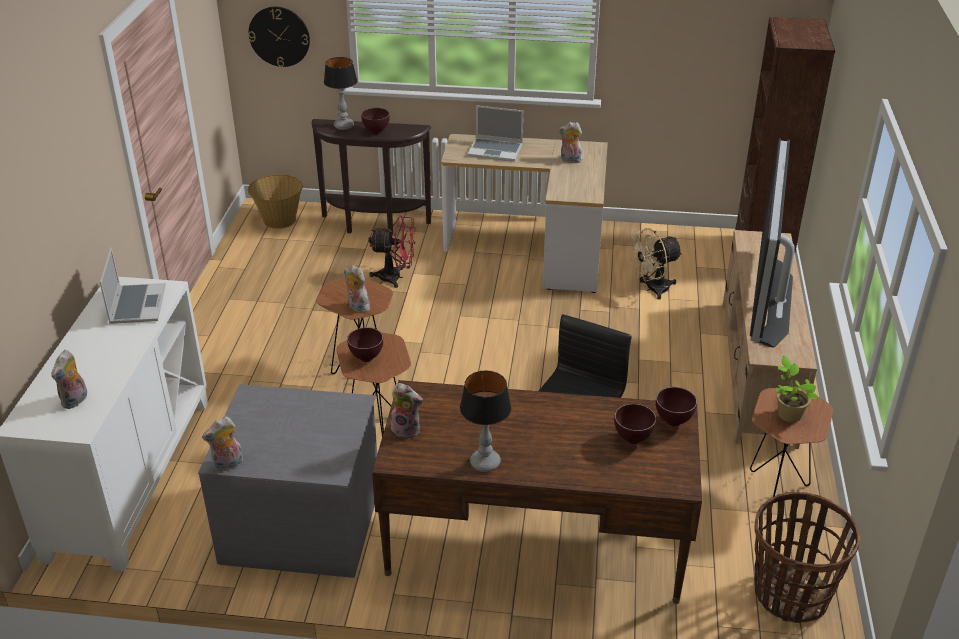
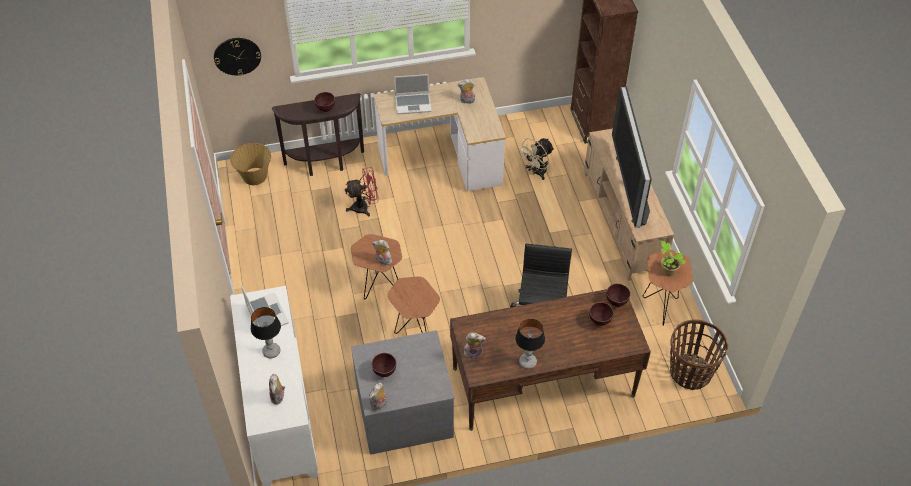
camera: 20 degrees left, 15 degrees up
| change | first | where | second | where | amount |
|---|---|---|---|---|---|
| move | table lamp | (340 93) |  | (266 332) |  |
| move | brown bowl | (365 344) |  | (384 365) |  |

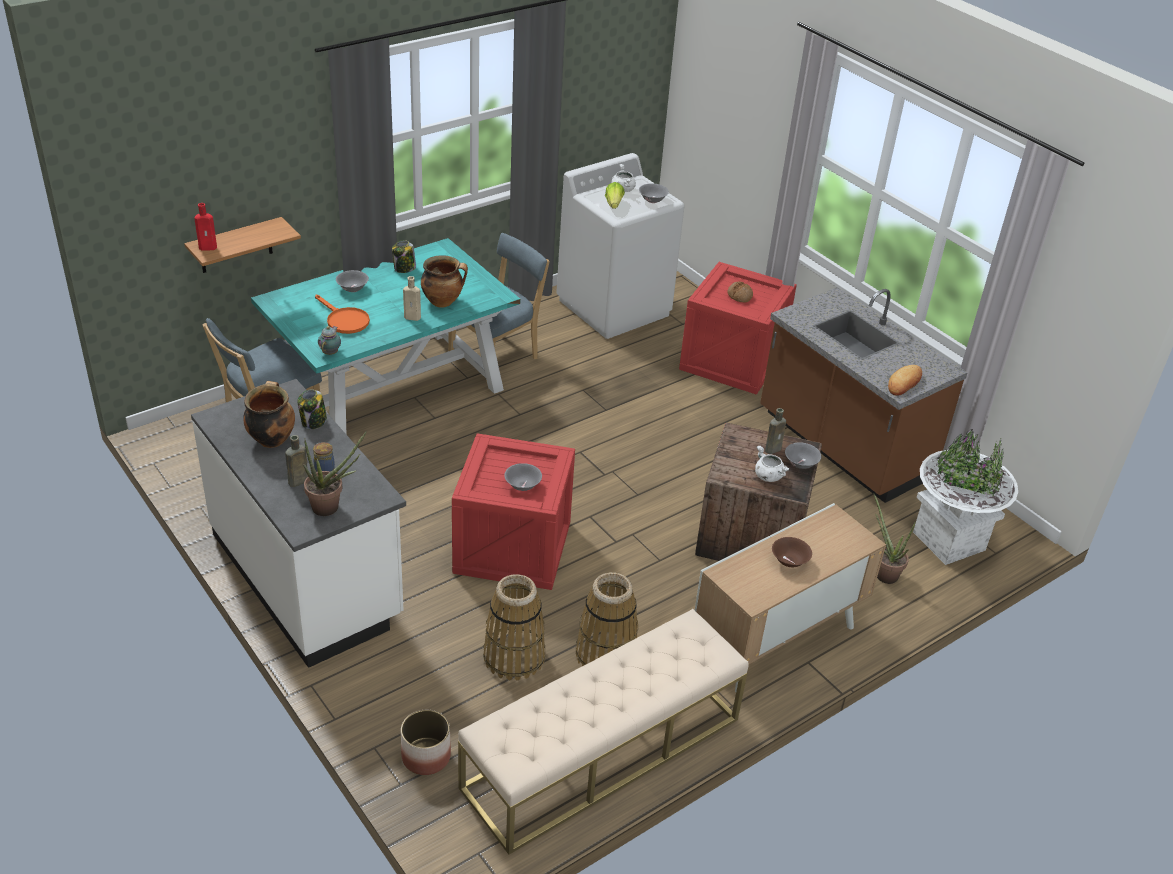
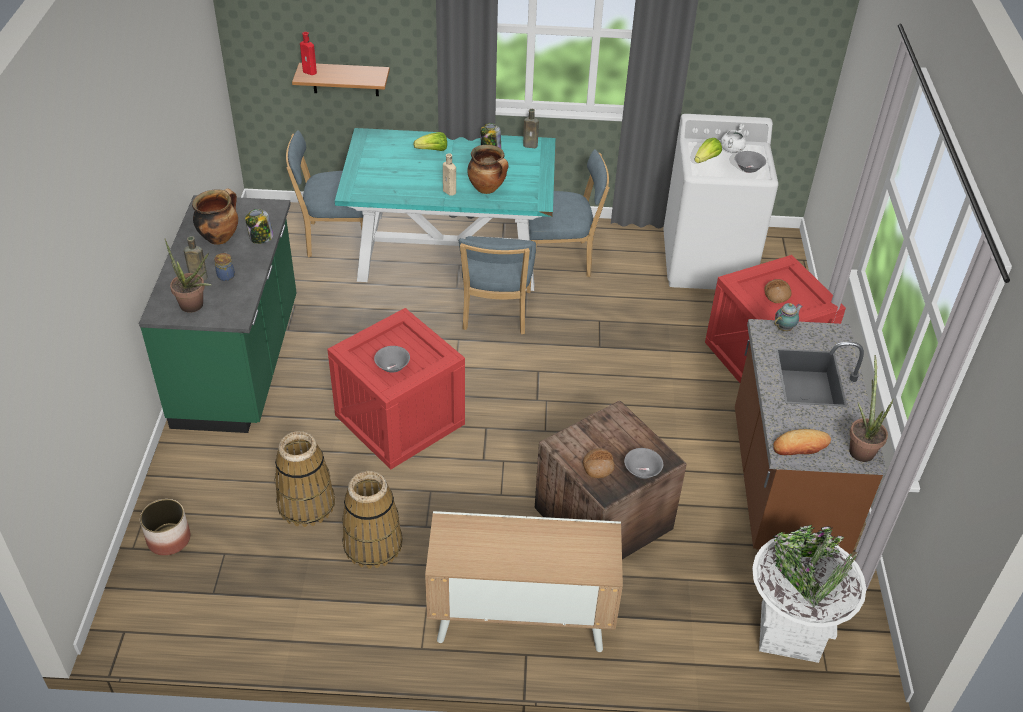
camera: 40 degrees right, 5 degrees up
| change | first | where | second | where | amount |
|---|---|---|---|---|---|
| delete | orange frying pan | (342 314) |  |  |  |
| delete | beige bench | (603 731) |  |  |  |
| delete | brown bowl | (792 552) |  |  |  |
| insert |  |  | blue chair | (497 285) |  |
| move | teapot | (329 340) |  | (788 317) |  |
| move | brown bottle | (775 431) |  | (531 128) |  |
| move | potted plant | (895 539) |  | (871 408) |  |
| replace | grey bowl | (352 281) | lettuce | (430 141) |  |
| replace | white cooking pot | (772 464) | bread | (598 463) |  |
| recolor | white counter | (298 523) | green counter | (218 314) |  |

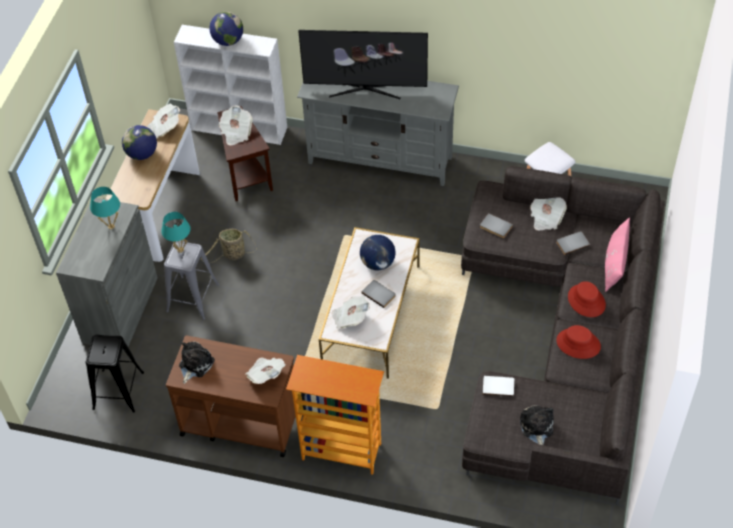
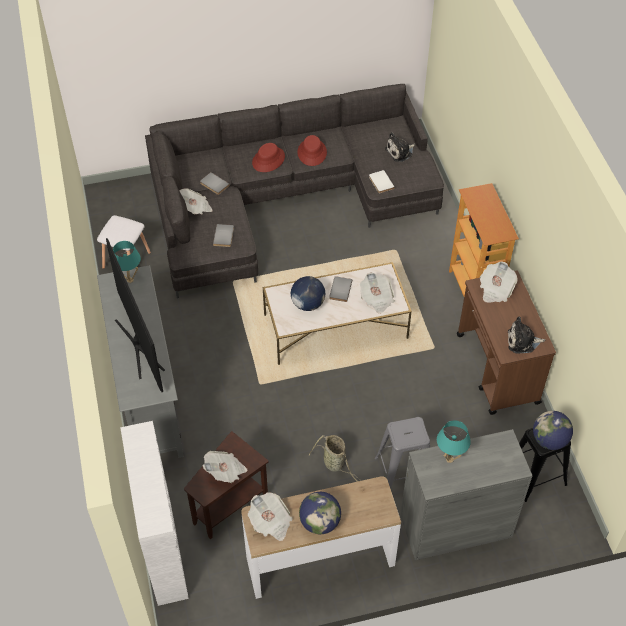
camera: 120 degrees left, 0 degrees up
| change | first | where | second | where | amount |
|---|---|---|---|---|---|
| delete | pink pillow | (617 254) |  |  |  |
| move | turquoise table lamp | (176 232) |  | (127 262) |  |
| move | globe | (226 29) |  | (553 430) |  |

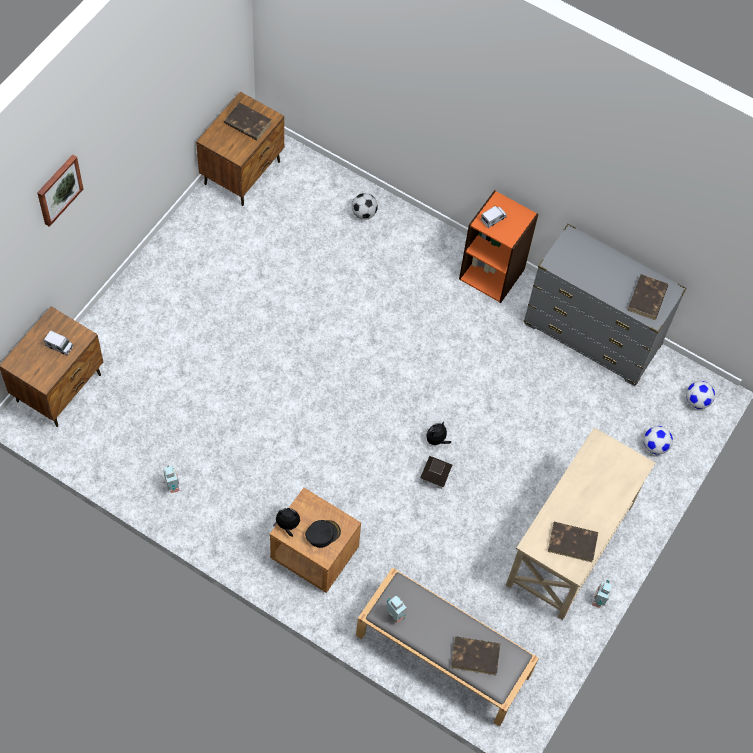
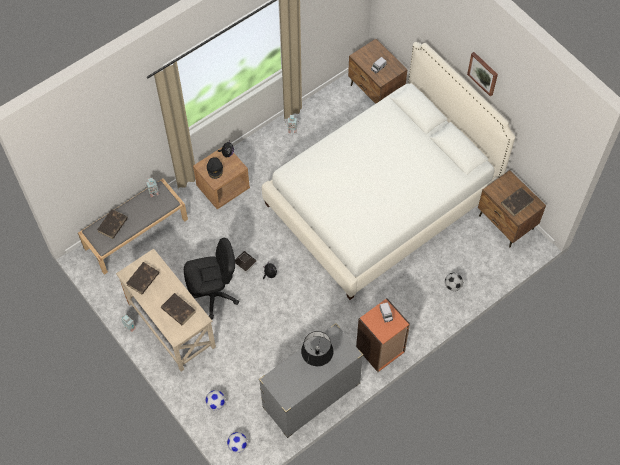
camera: 115 degrees right, 0 degrees up
| change | first | where | second | where | amount |
|---|---|---|---|---|---|
| insert |  |  | black office chair | (211 278) |  |
| insert |  |  | white bed | (388 171) |  |
| insert |  |  | black table lamp | (317 348) |  |
| move | picture | (60 190) |  | (482 74) |  |
| move | brown book | (647 297) |  | (178 309) |  |

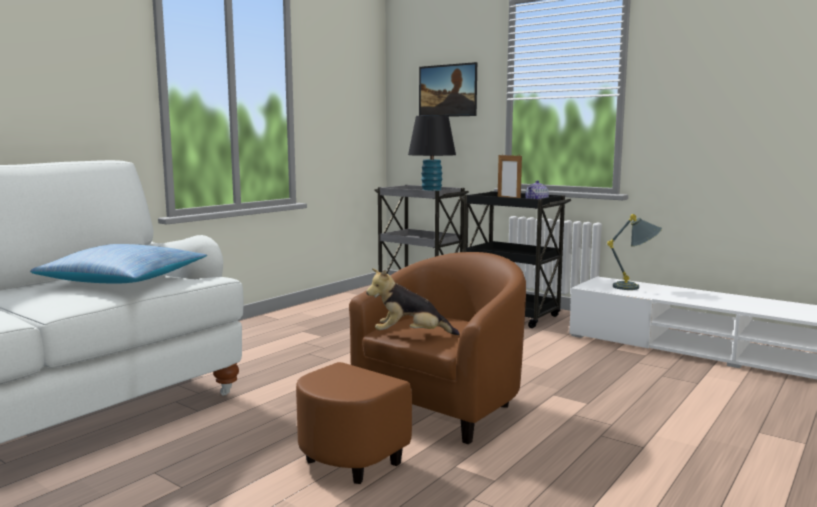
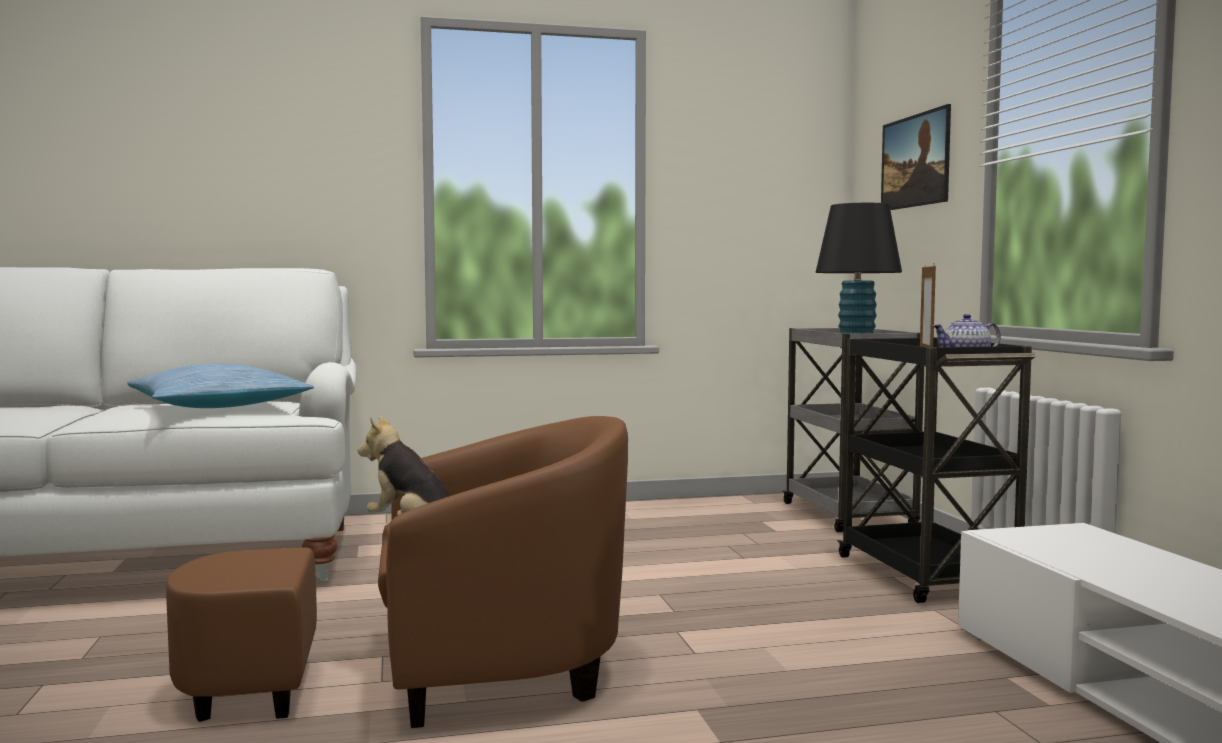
camera: 40 degrees right, 5 degrees down
| change | first | where | second | where | amount |
|---|---|---|---|---|---|
| delete | grey table lamp | (634 252) |  |  |  |

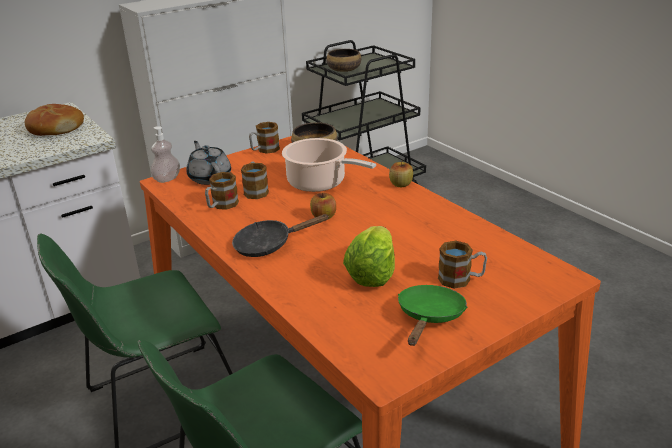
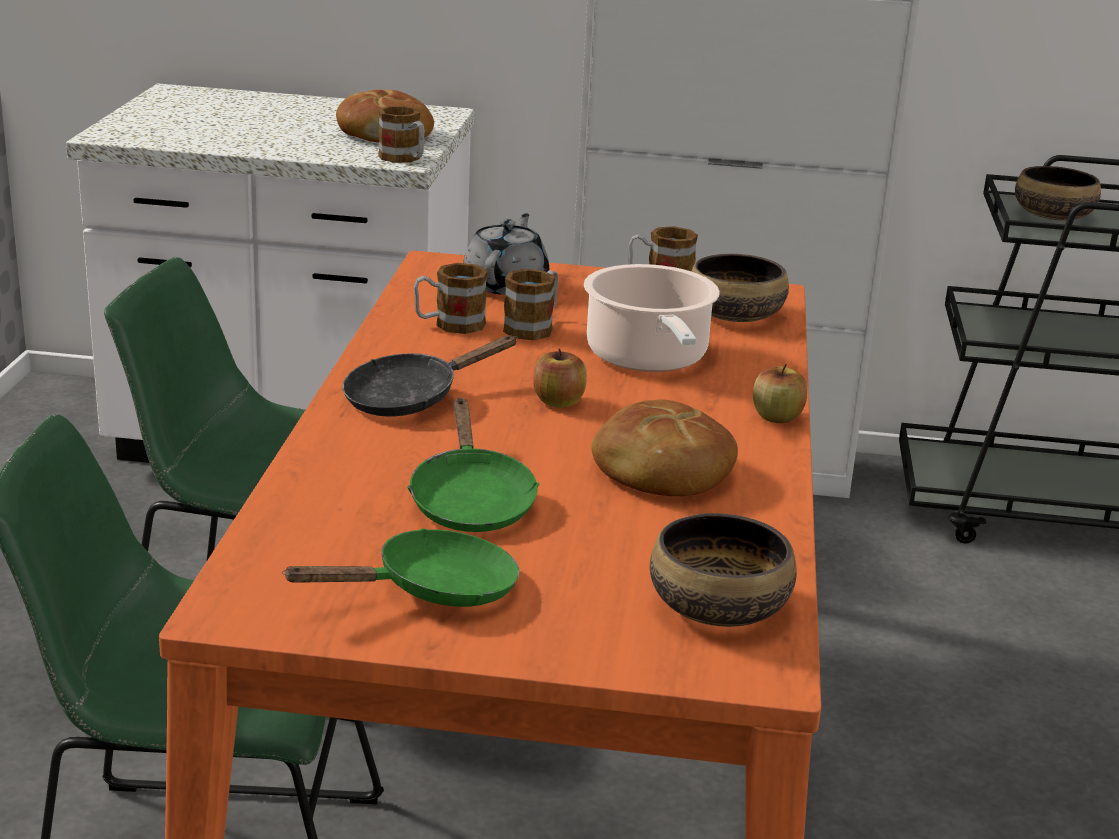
camera: 40 degrees right, 5 degrees down
| change | first | where | second | where | amount |
|---|---|---|---|---|---|
| delete | soap dispenser | (165 154) |  |  |  |
| insert |  |  | bread | (664 447) |  |
| insert |  |  | bowl | (723 570) |  |
| move | mug | (462 265) |  | (401 134) |  |
| replace | lettuce | (369 256) | green frying pan | (473 465) |  |
| rotate | black frying pan | (281 235) |  | (430 376) | 60 degrees counterclockwise |

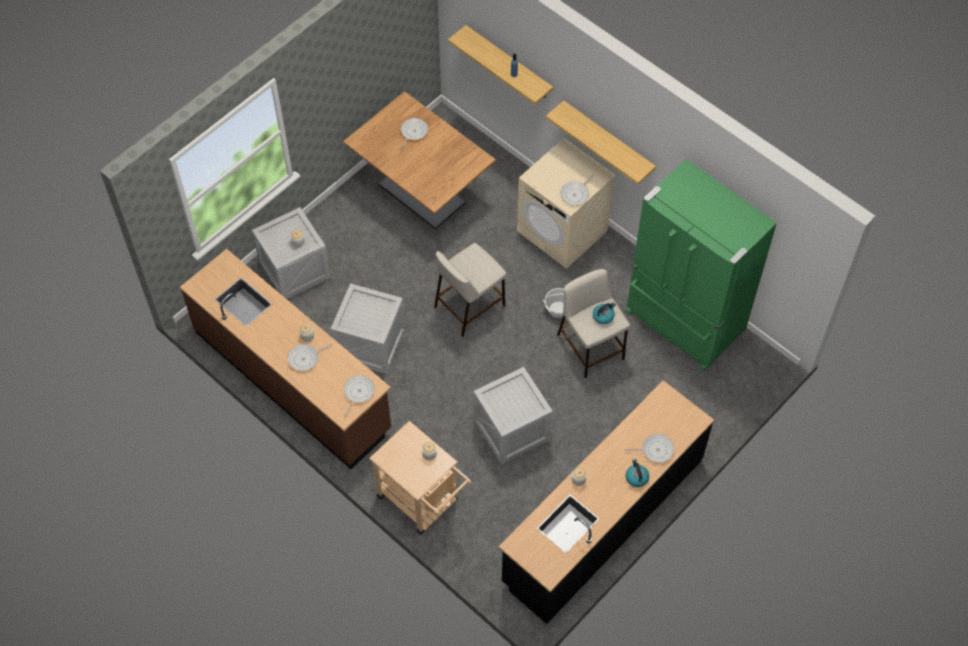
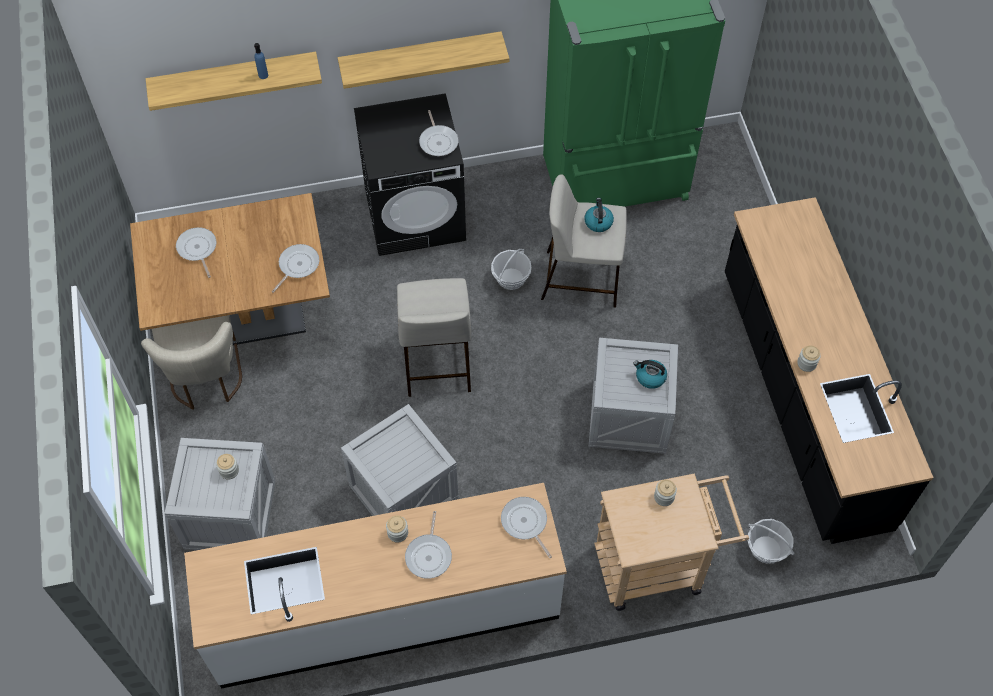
camera: 55 degrees left, 0 degrees up
| change | first | where | second | where | amount |
|---|---|---|---|---|---|
| insert |  |  | beige chair | (191 362) |  |
| insert |  |  | basket | (771 541) |  |
| move | frying pan | (649 448) |  | (295 268) |  |
| move | kettle | (637 473) |  | (650 374) |  |
| recolor | brown counter | (285 359) | white counter | (375 585) |  |
| recolor | beige washing machine | (566 203) | black washing machine | (410 174) |  |

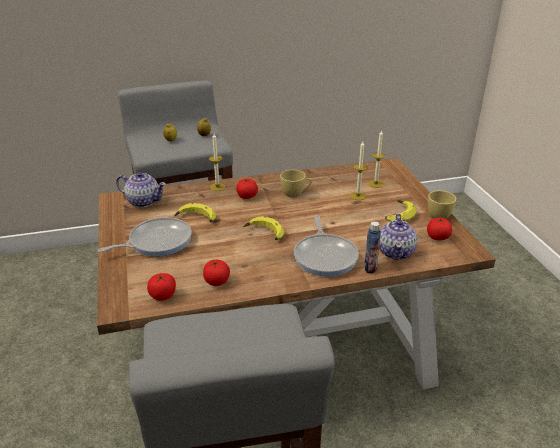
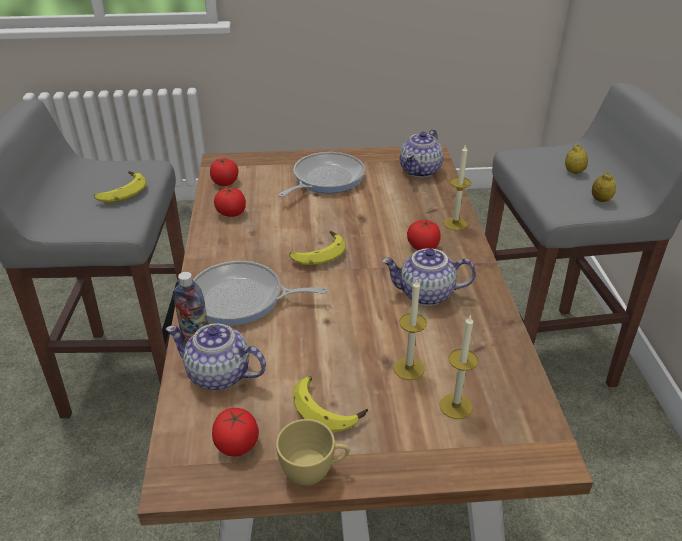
camera: 100 degrees right, 5 degrees up
| change | first | where | second | where | amount |
|---|---|---|---|---|---|
| move | banana | (195 212) |  | (120 187) |  |
| replace | yellow cup | (296 184) | teapot | (429 277) |  |
| rotate | frying pan | (145 237) |  | (321 174) | 120 degrees counterclockwise |

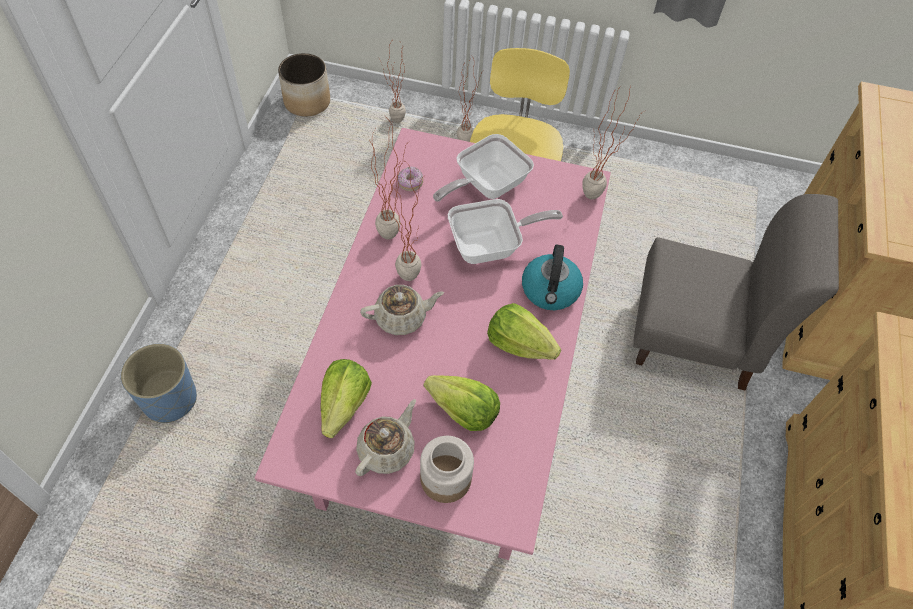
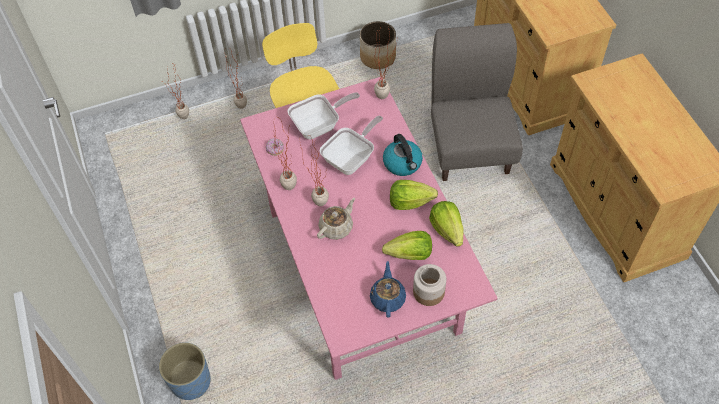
camera: 30 degrees left, 0 degrees up
| change | first | where | second | where | amount |
|---|---|---|---|---|---|
| move | planter | (304 84) |  | (378 45) |  |
| move | lettuce | (346 398) |  | (446 224) |  |
| recolor | beige teapot | (385 437) | blue teapot | (388 289) |  |
| rotate | frying pan | (483 168) |  | (324 115) | 135 degrees counterclockwise |
| rotate | grey chair | (736 292) |  | (477 102) | 75 degrees counterclockwise |

